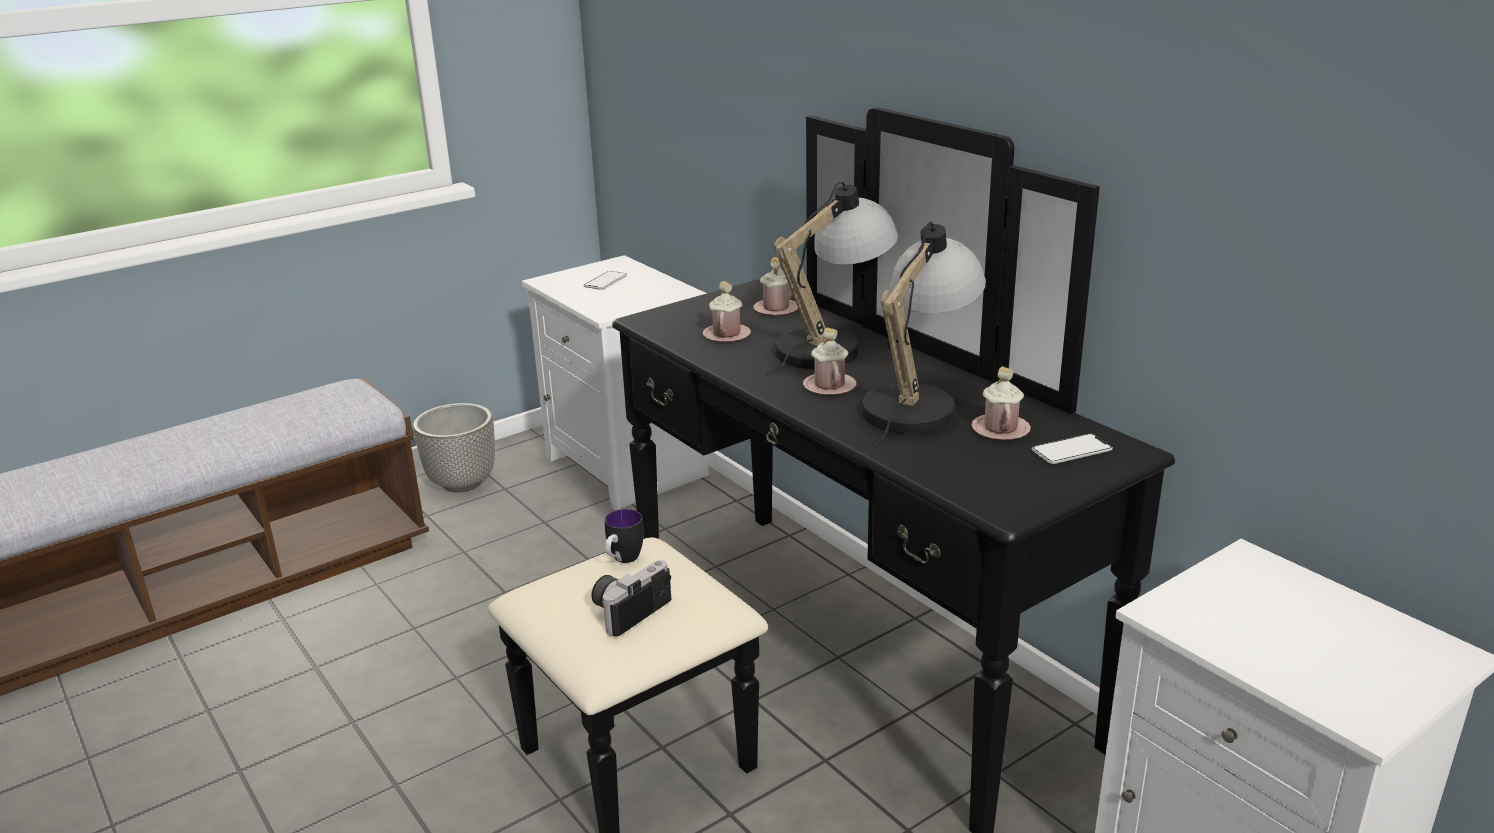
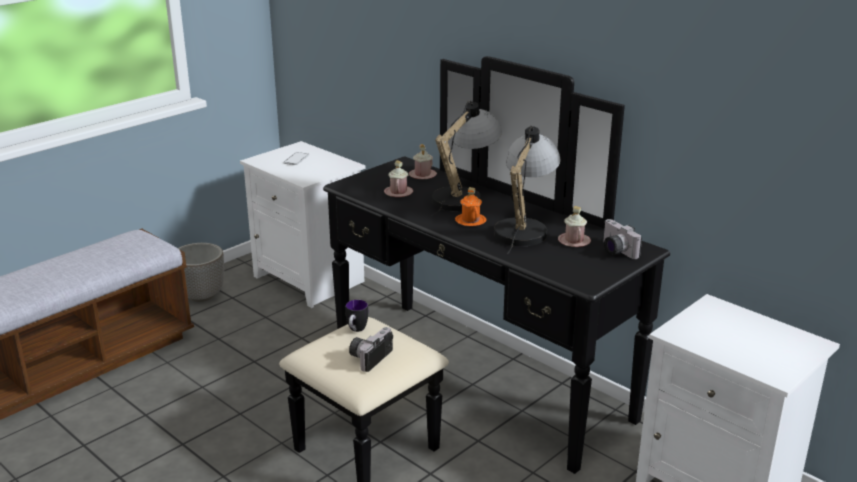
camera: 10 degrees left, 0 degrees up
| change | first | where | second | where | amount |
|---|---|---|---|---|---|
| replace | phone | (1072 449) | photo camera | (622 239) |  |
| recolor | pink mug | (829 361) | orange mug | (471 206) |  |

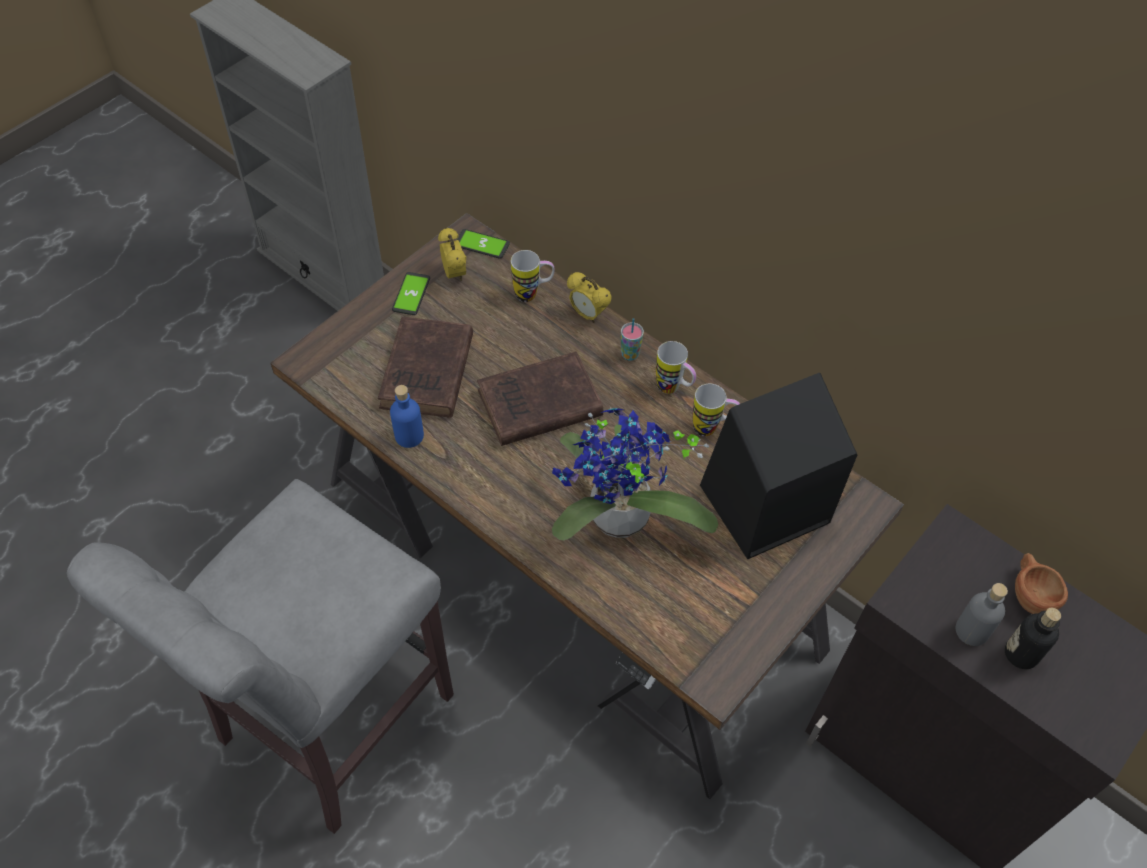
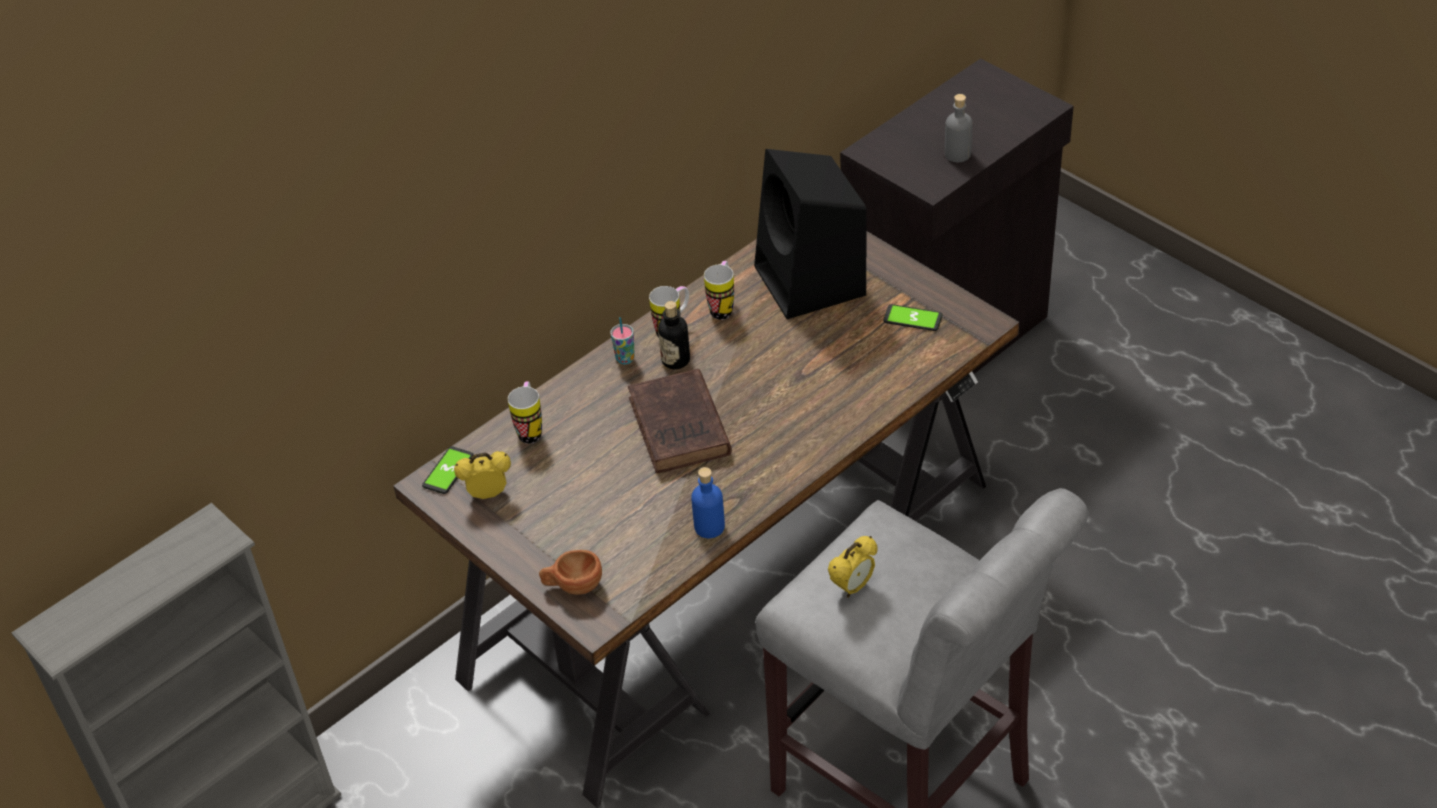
camera: 80 degrees left, 10 degrees down
| change | first | where | second | where | amount |
|---|---|---|---|---|---|
| delete | brown book | (425 367) |  |  |  |
| delete | potted plant | (635 474) |  |  |  |
| move | phone | (411 293) |  | (913 317) |  |
| move | alarm clock | (589 297) |  | (853 567) |  |
| move | bottle | (1033 638) |  | (674 335) |  |
| move | brown cup | (1041 583) |  | (570 572) |  |

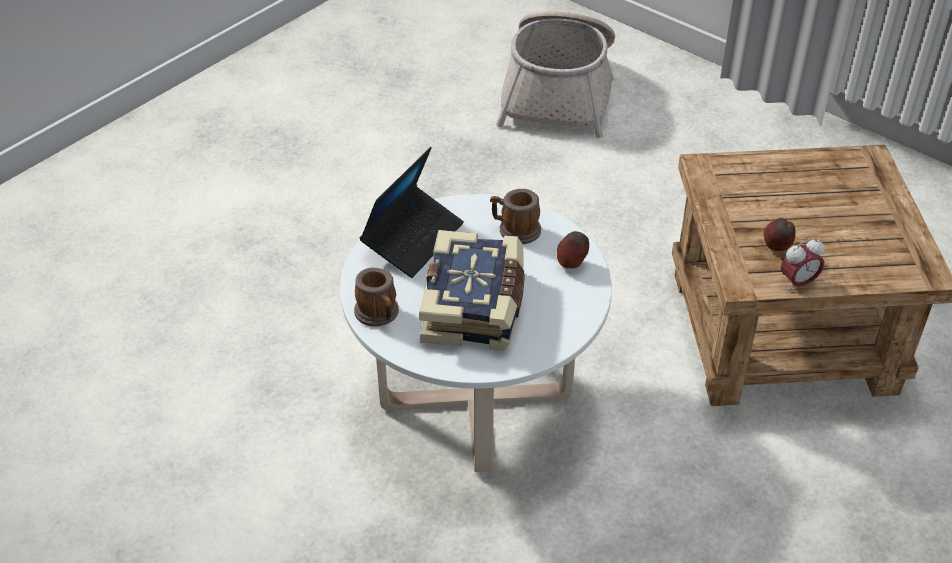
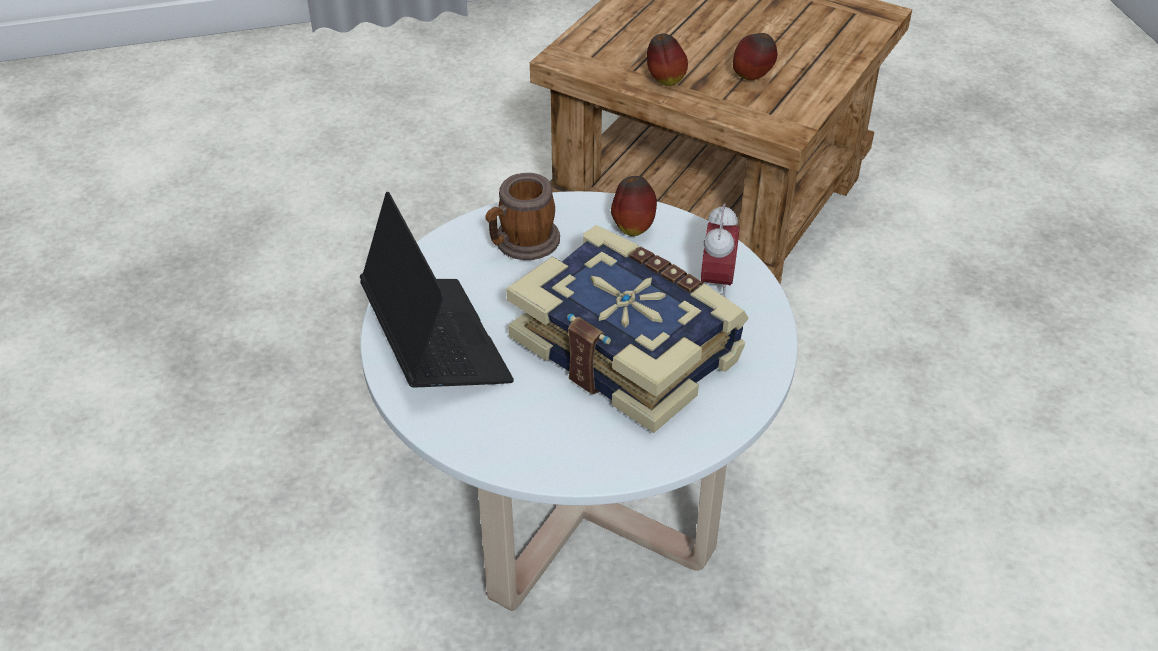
camera: 55 degrees left, 0 degrees up
| change | first | where | second | where | amount |
|---|---|---|---|---|---|
| delete | mug | (376 297) |  |  |  |
| delete | basket | (555 75) |  |  |  |
| insert |  |  | apple | (667 59) |  |
| move | alarm clock | (803 265) |  | (720 250) |  |

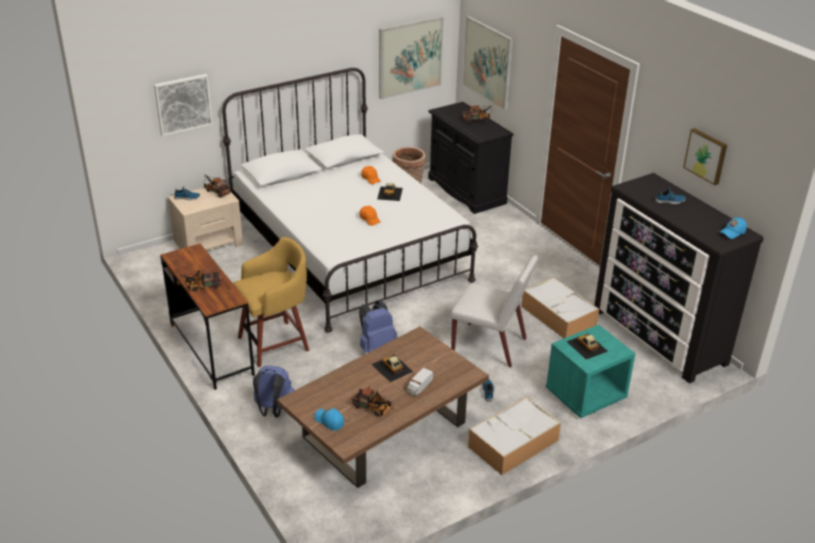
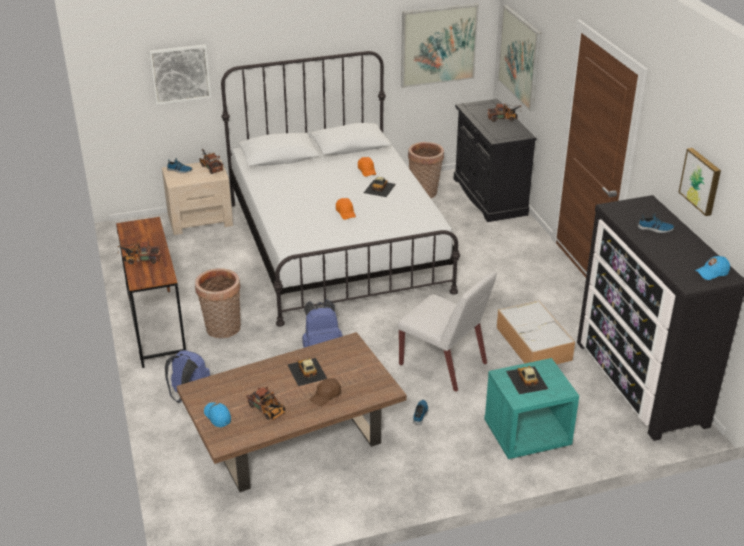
camera: 15 degrees right, 0 degrees up
| change | first | where | second | where | amount |
|---|---|---|---|---|---|
| delete | storage box | (514 435) |  |  |  |
| replace | yellow stool | (271 302) | basket | (218 303) |  |
| replace | toy truck | (420 381) | brown cap | (325 392) |  |

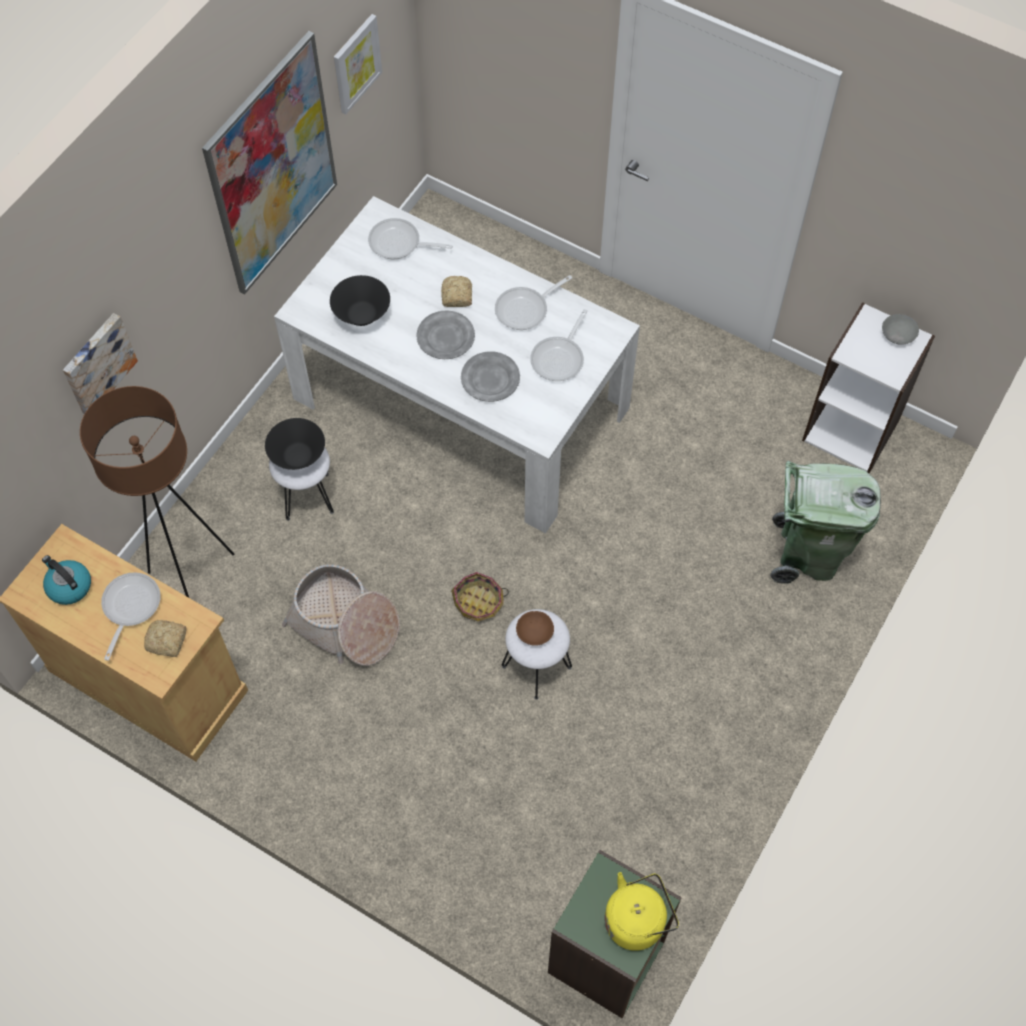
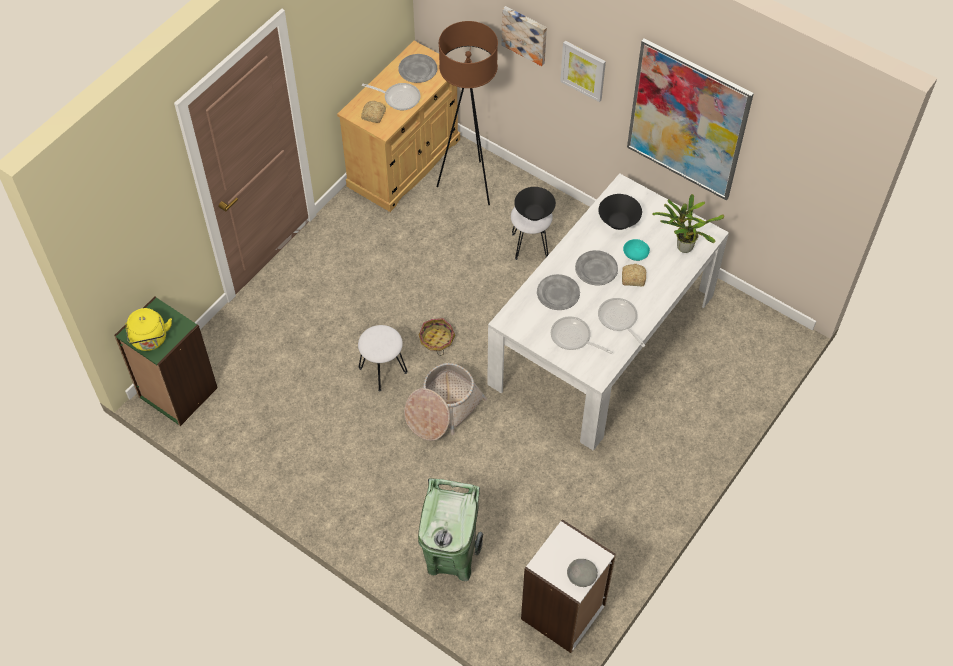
camera: 95 degrees right, 5 degrees down
| change | first | where | second | where | amount |
|---|---|---|---|---|---|
| delete | brown bowl | (535 628) |  |  |  |
| insert |  |  | turquoise bowl | (636 250) |  |
| move | basket | (341 615) |  | (445 402) |  |
| move | picture | (358 64) |  | (583 71) |  |
| replace | kettle | (66 580) | grey plate | (417 68) |  |
| replace | frying pan | (410 238) | potted plant | (688 223) |  |

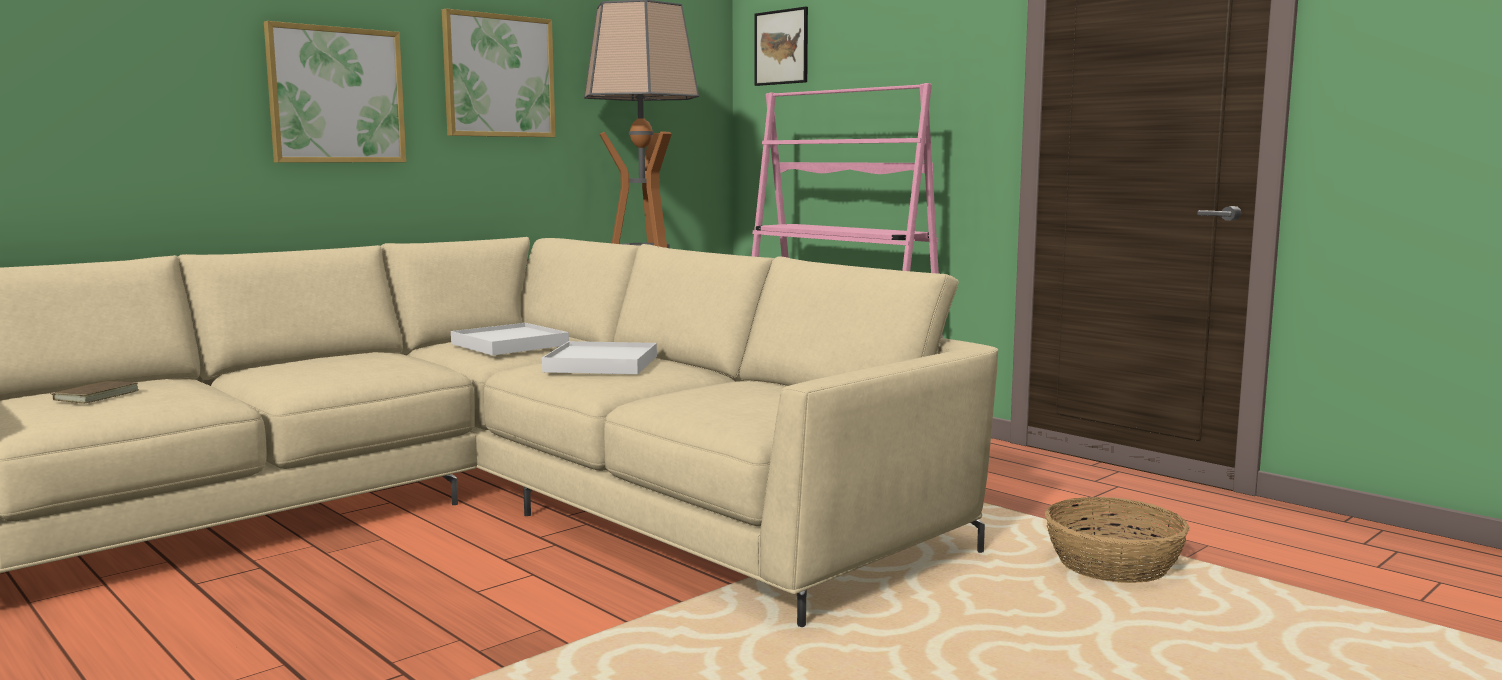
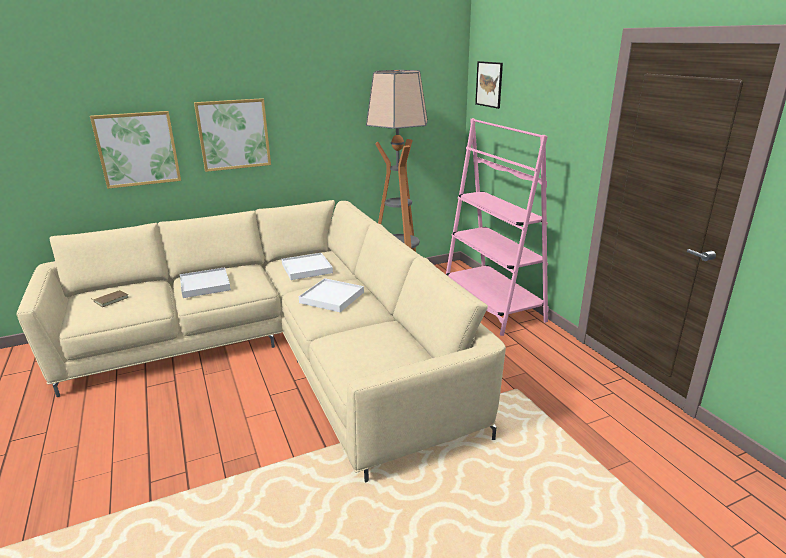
camera: 20 degrees right, 15 degrees up
| change | first | where | second | where | amount |
|---|---|---|---|---|---|
| delete | basket | (1117 540) |  |  |  |
| insert |  |  | white tray | (205 282) |  |
| move | picture | (499 73) |  | (135 150) |  |

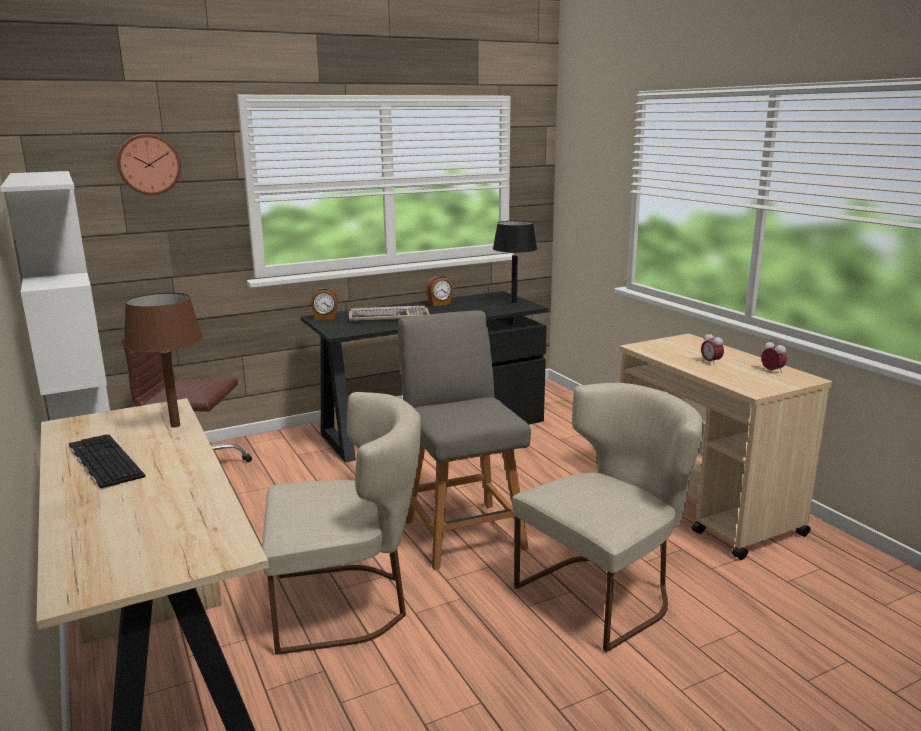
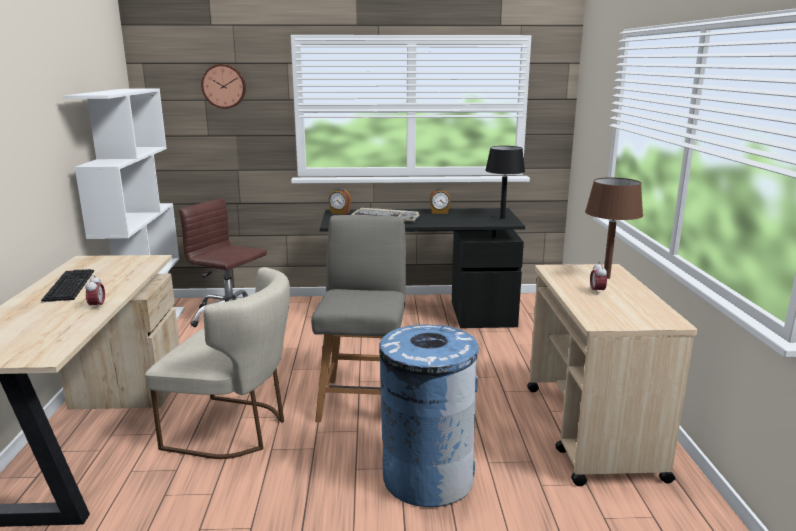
camera: 25 degrees right, 0 degrees up
| change | first | where | second | where | amount |
|---|---|---|---|---|---|
| move | brown table lamp | (163 360) |  | (614 228) |  |
| move | alarm clock | (774 356) |  | (95 292) |  |
| replace | beige chair | (608 517) | blue trash can | (429 415) |  |

